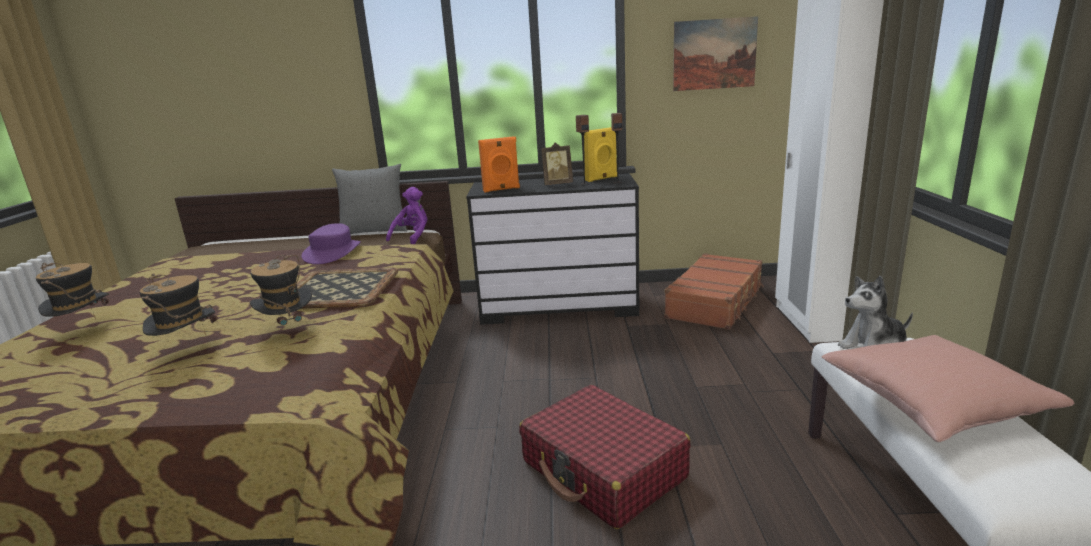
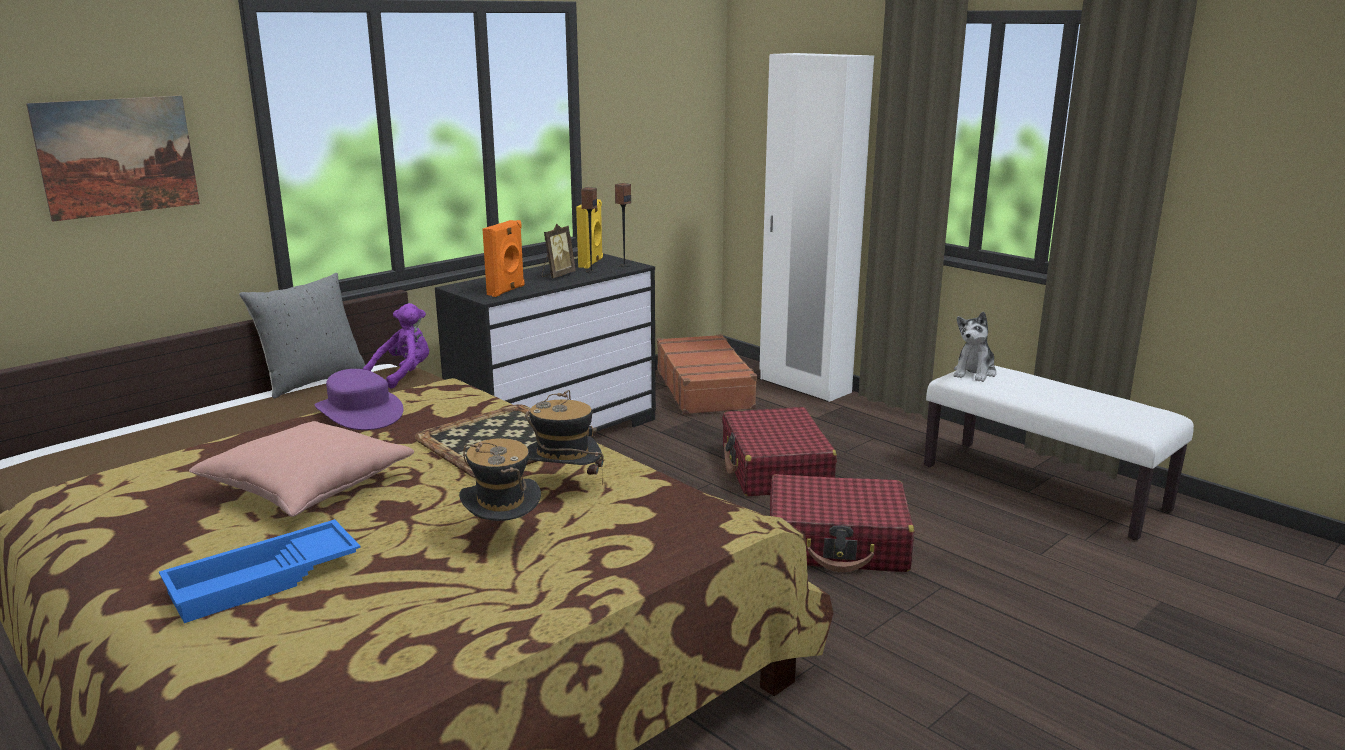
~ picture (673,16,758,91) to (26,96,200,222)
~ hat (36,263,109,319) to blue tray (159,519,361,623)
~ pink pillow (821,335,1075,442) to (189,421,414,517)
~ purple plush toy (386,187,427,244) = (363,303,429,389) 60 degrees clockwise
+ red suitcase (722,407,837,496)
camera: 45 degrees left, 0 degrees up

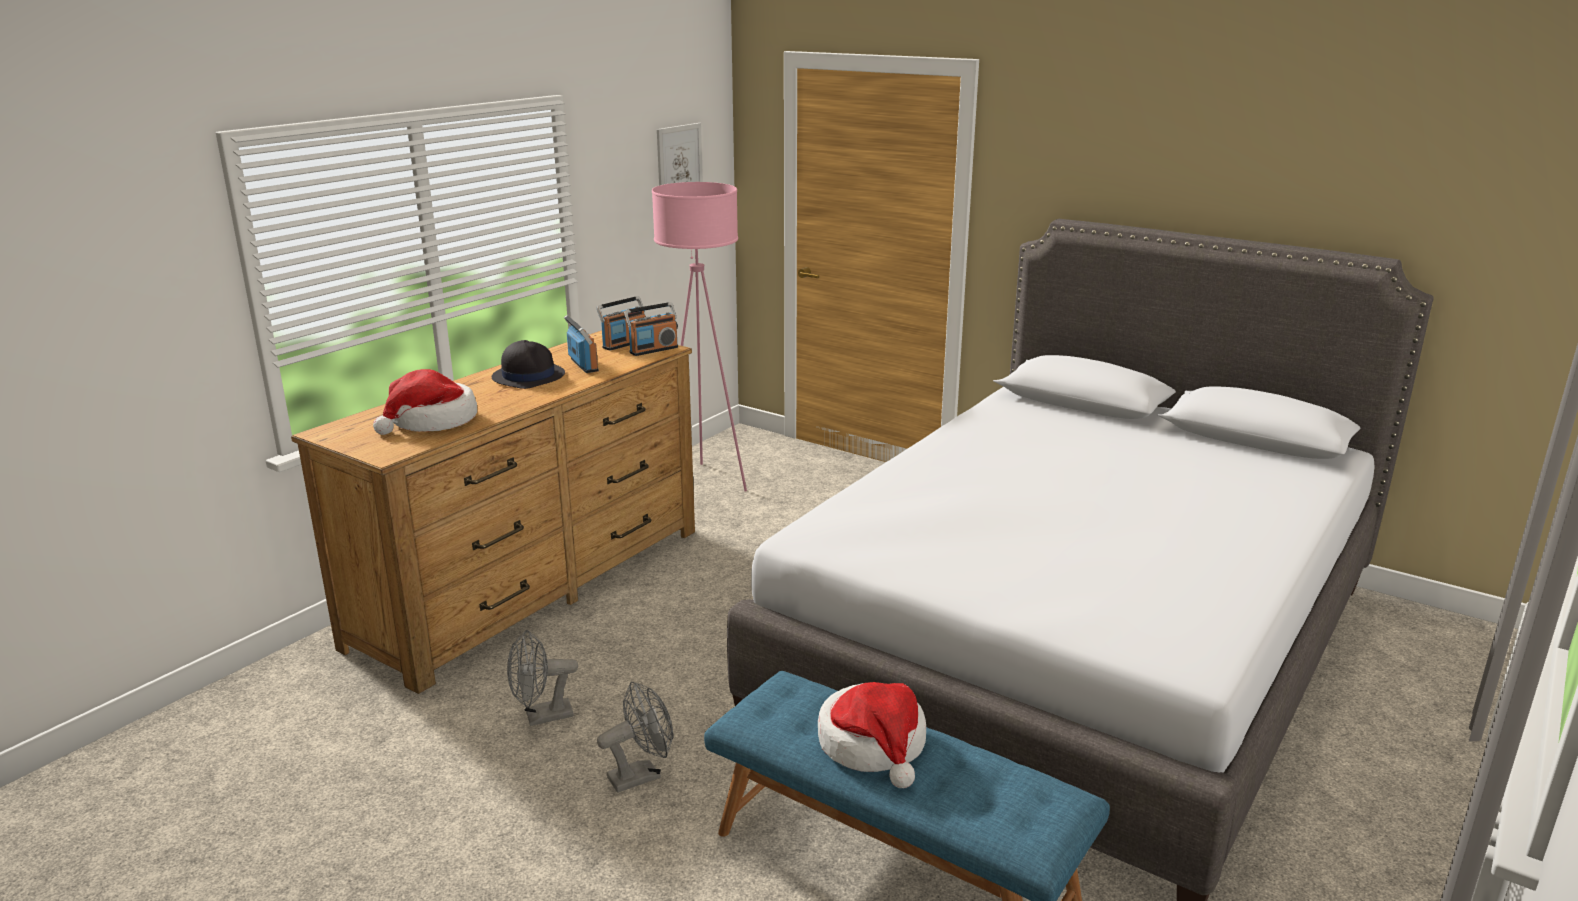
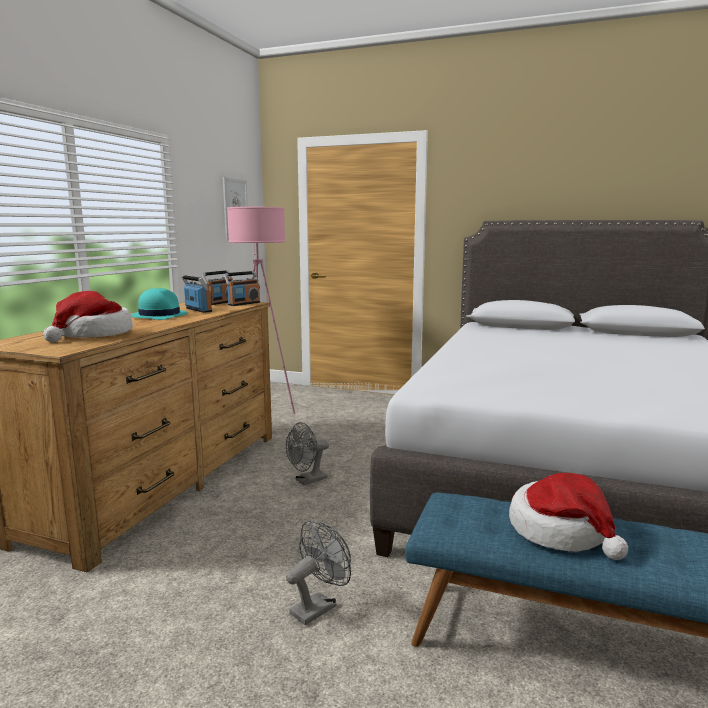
~ black hat (492,340,565,389) to turquoise hat (131,288,188,320)
~ grey fan (507,630,578,726) to (286,422,329,485)
camera: 15 degrees left, 10 degrees down

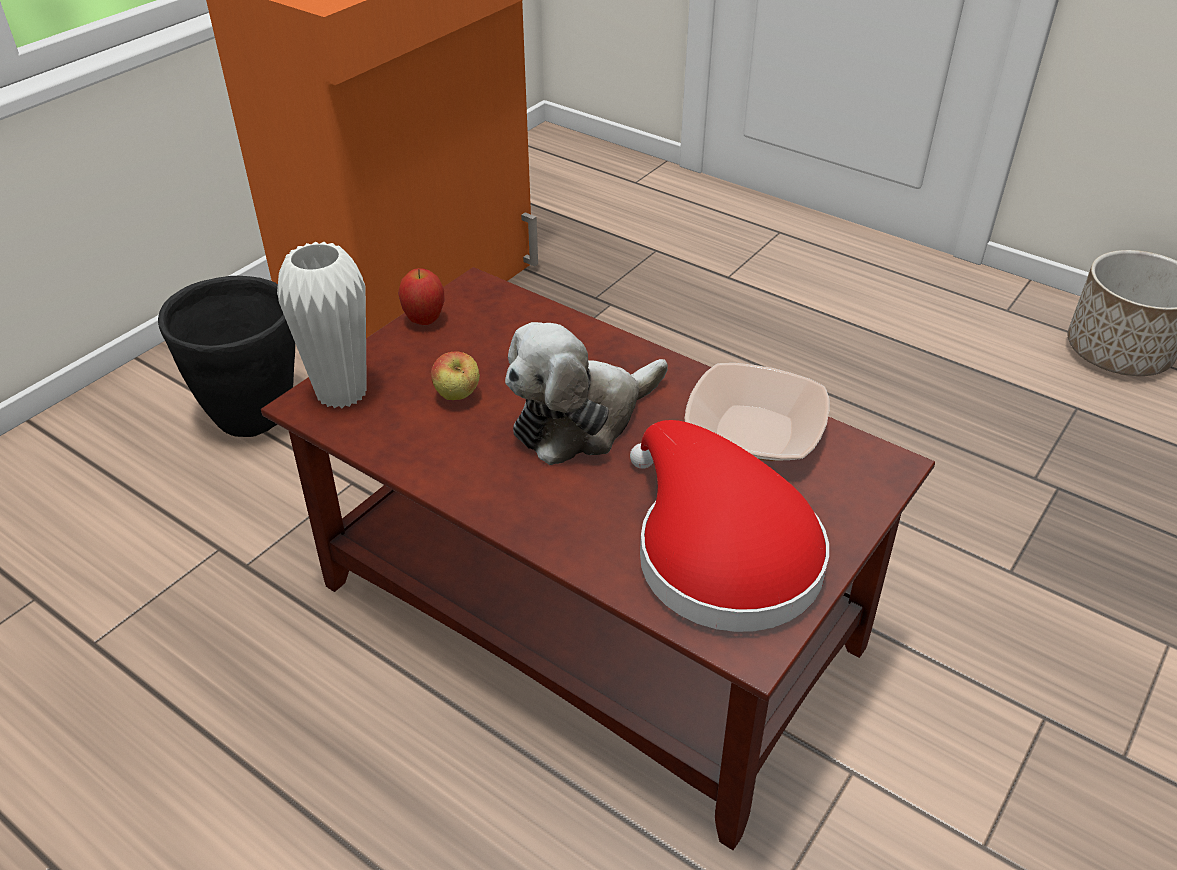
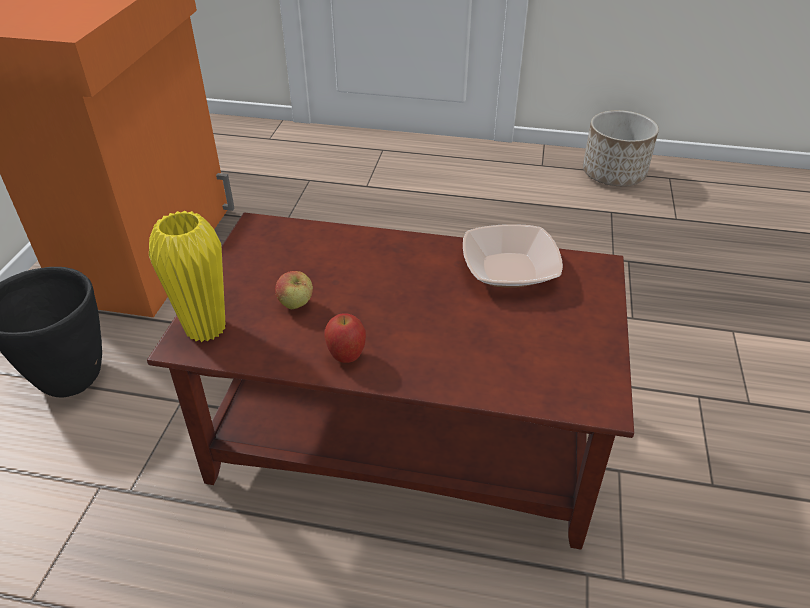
~ white vase (277,242,367,408) to yellow vase (149,211,226,342)
~ apple (398,268,445,325) to (324,313,366,363)
- plush toy (505,322,668,465)
- red hat (630,420,829,632)
camera: 25 degrees left, 0 degrees up

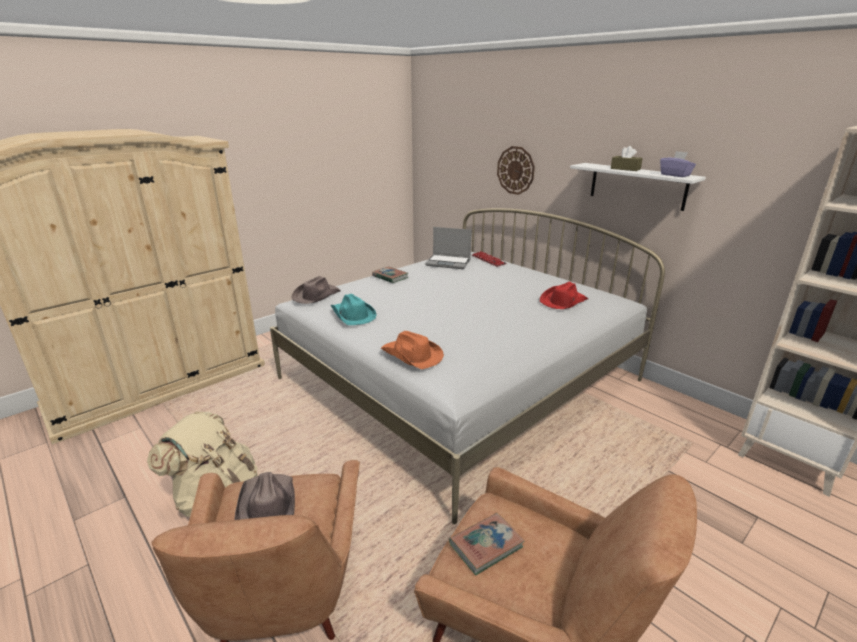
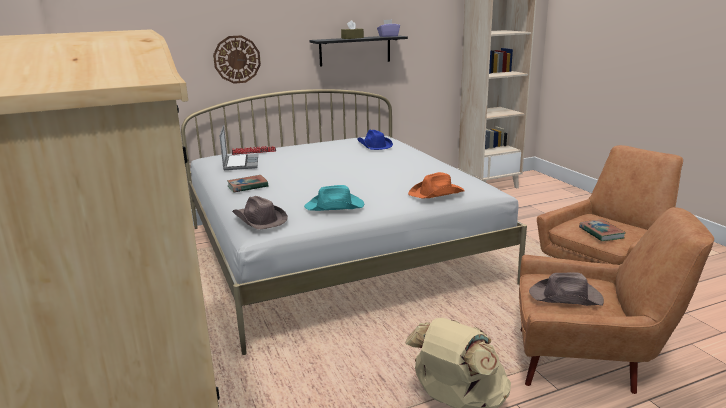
~ laptop (425,227,472,269) = (220,125,258,170) 45 degrees counterclockwise
~ white shelf (570,163,706,211) to black shelf (309,35,408,67)
~ red hat (540,282,588,309) to blue hat (357,130,393,150)
camera: 70 degrees left, 5 degrees down

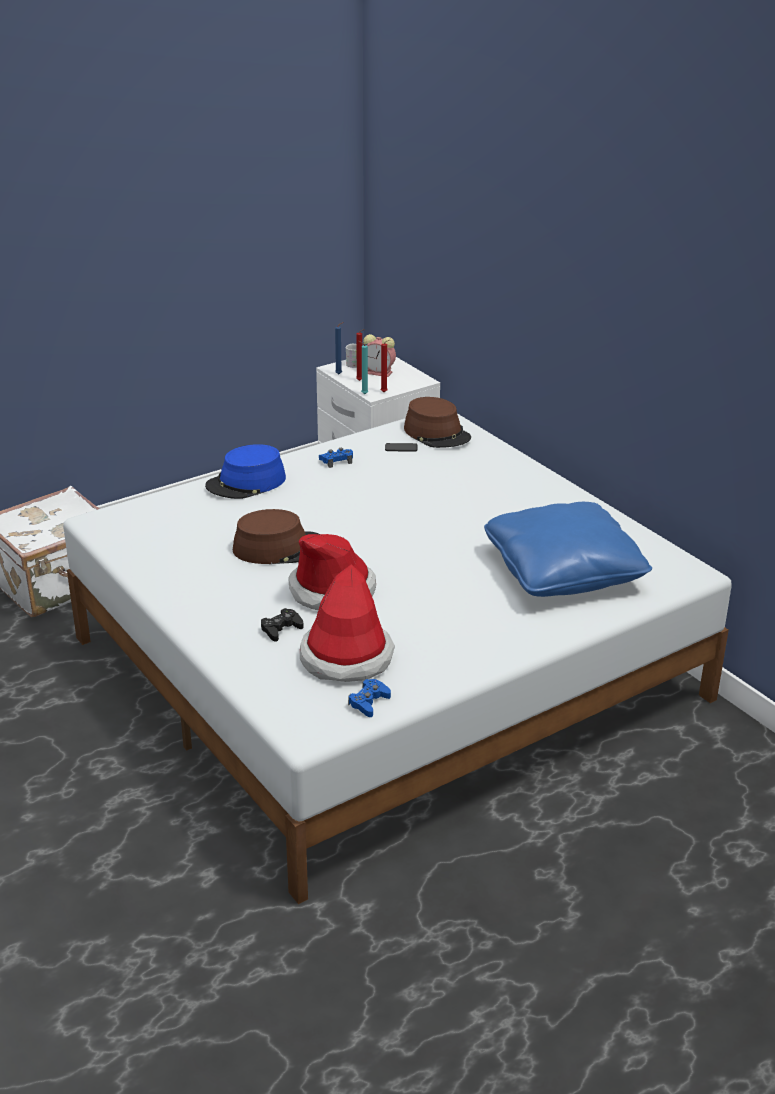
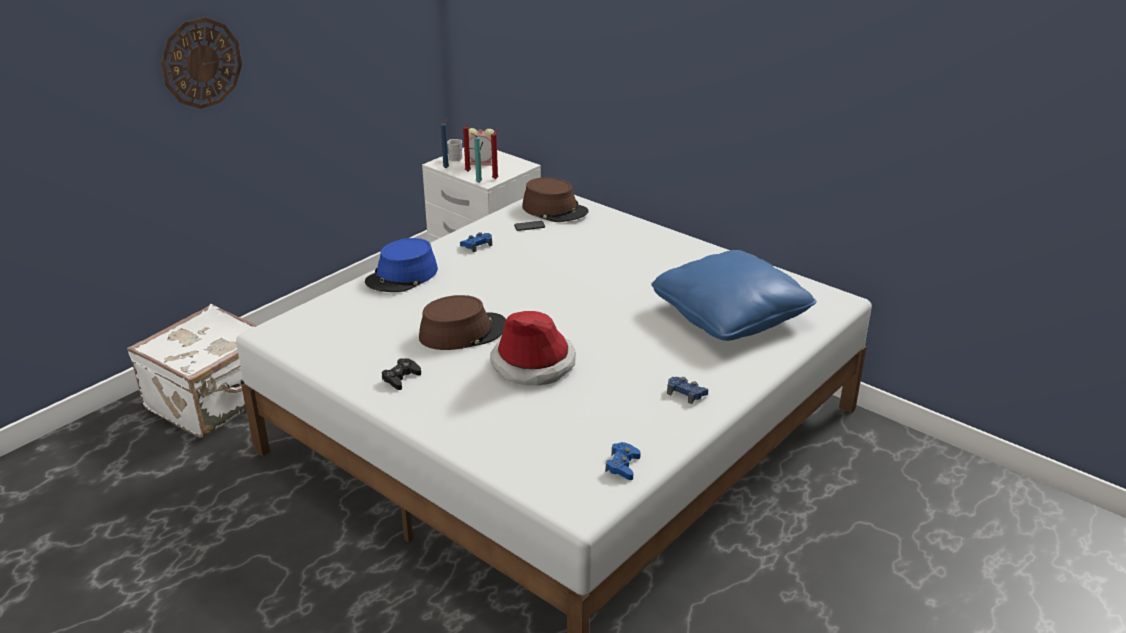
+ wall clock (161,17,242,109)
~ black game controller (261,608,303,642) to (382,358,421,390)
+ blue game controller (667,377,709,404)
- hat (300,564,395,682)
camera: 15 degrees left, 0 degrees up

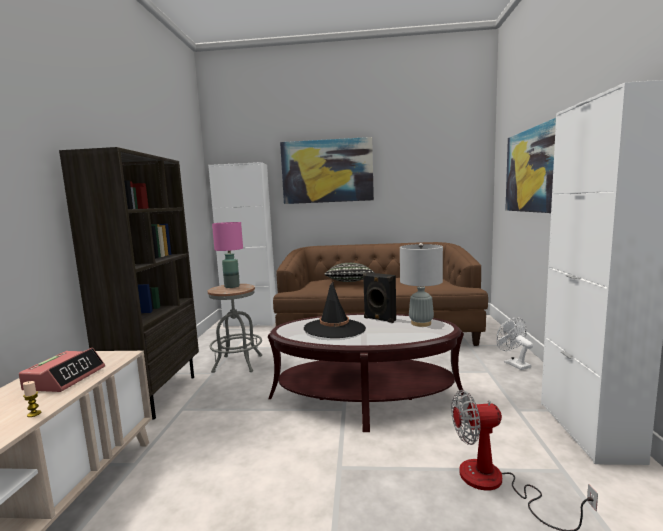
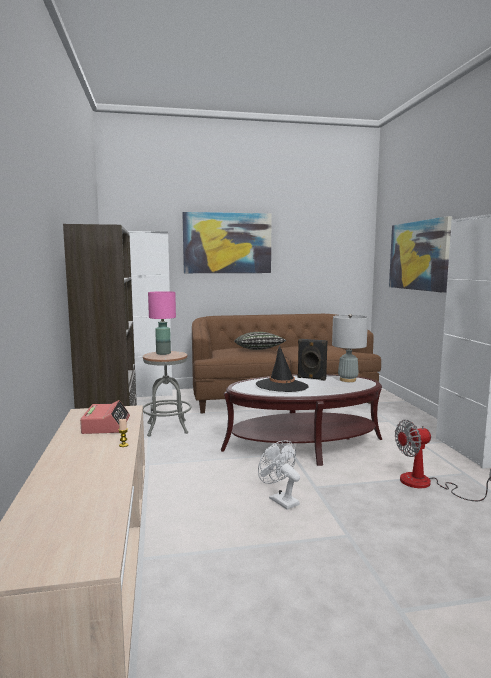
~ white fan (497,317,533,370) to (258,440,300,510)
camera: 15 degrees left, 0 degrees up

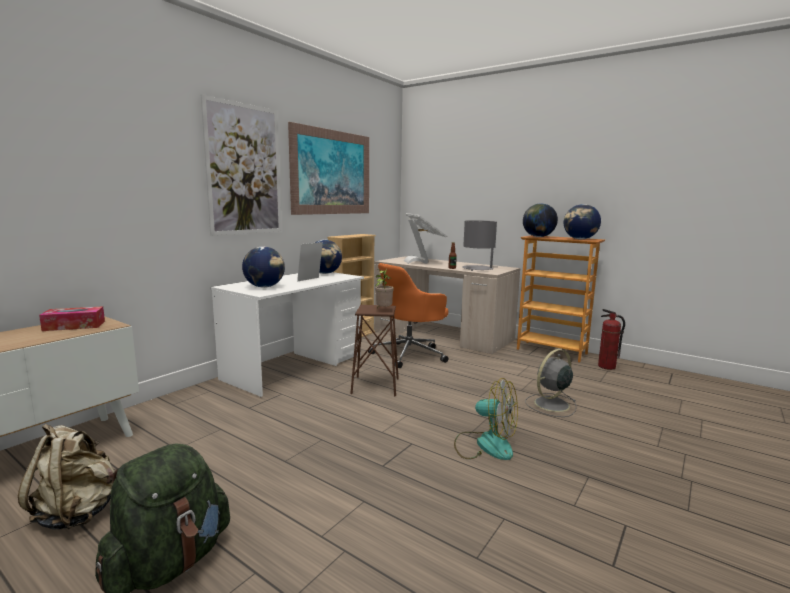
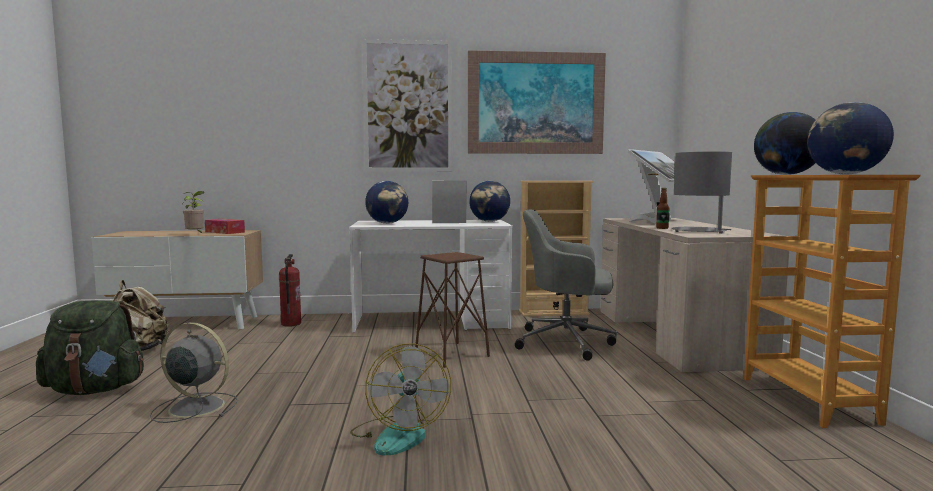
~ grey fan (525,349,576,417) to (150,322,238,423)
~ potted plant (375,269,394,308) to (182,191,204,234)
~ fire extinguisher (598,309,625,370) to (279,254,301,327)
~ orange office chair (368,263,448,368) to grey office chair (515,210,617,361)
camera: 50 degrees right, 5 degrees down

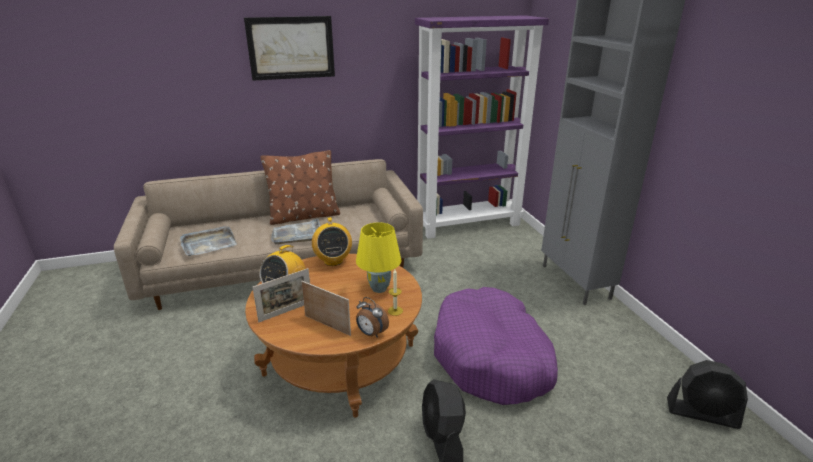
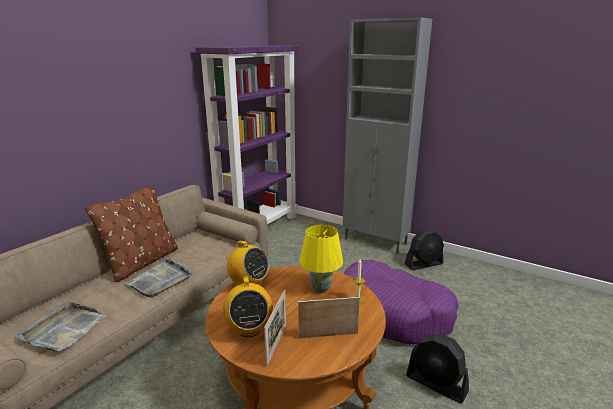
~ black fan (667,360,748,429) to (405,230,444,271)
- picture (244,16,335,81)
- alarm clock (356,297,389,338)
camera: 40 degrees left, 5 degrees down

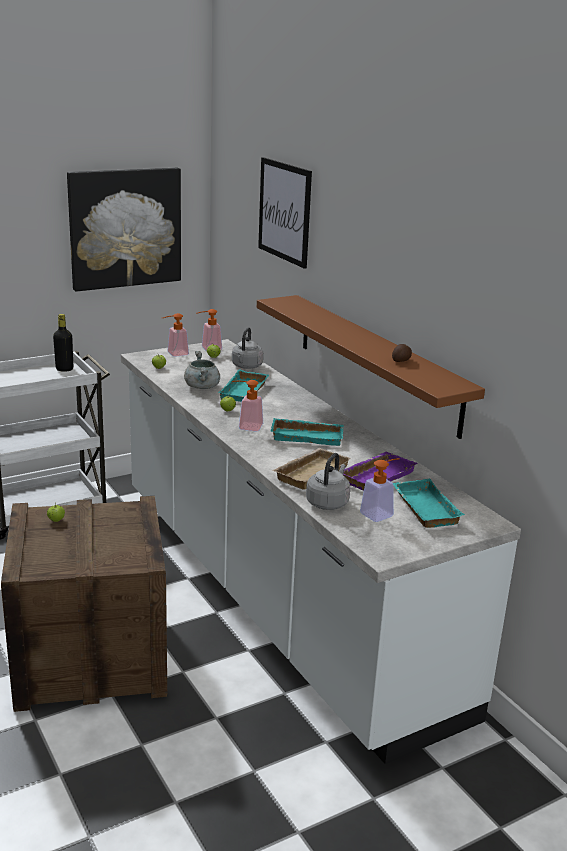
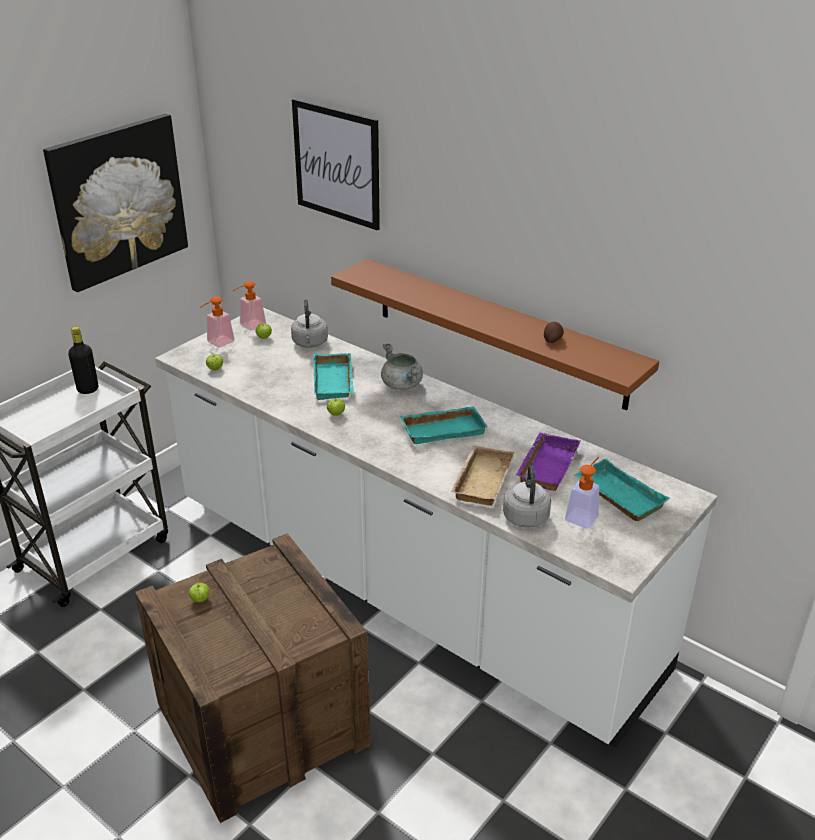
~ grey cooking pot (184,351,220,389) to (381,343,423,390)
- soap dispenser (232,380,263,432)
camera: 20 degrees left, 10 degrees up

